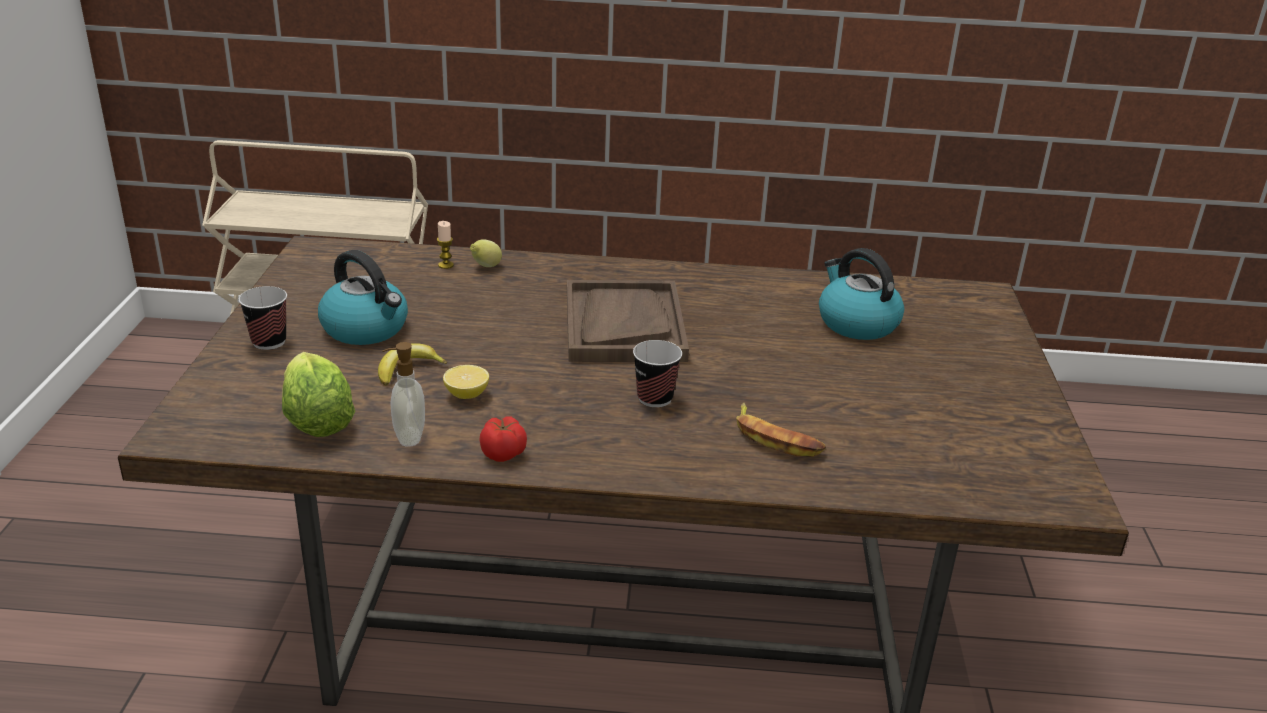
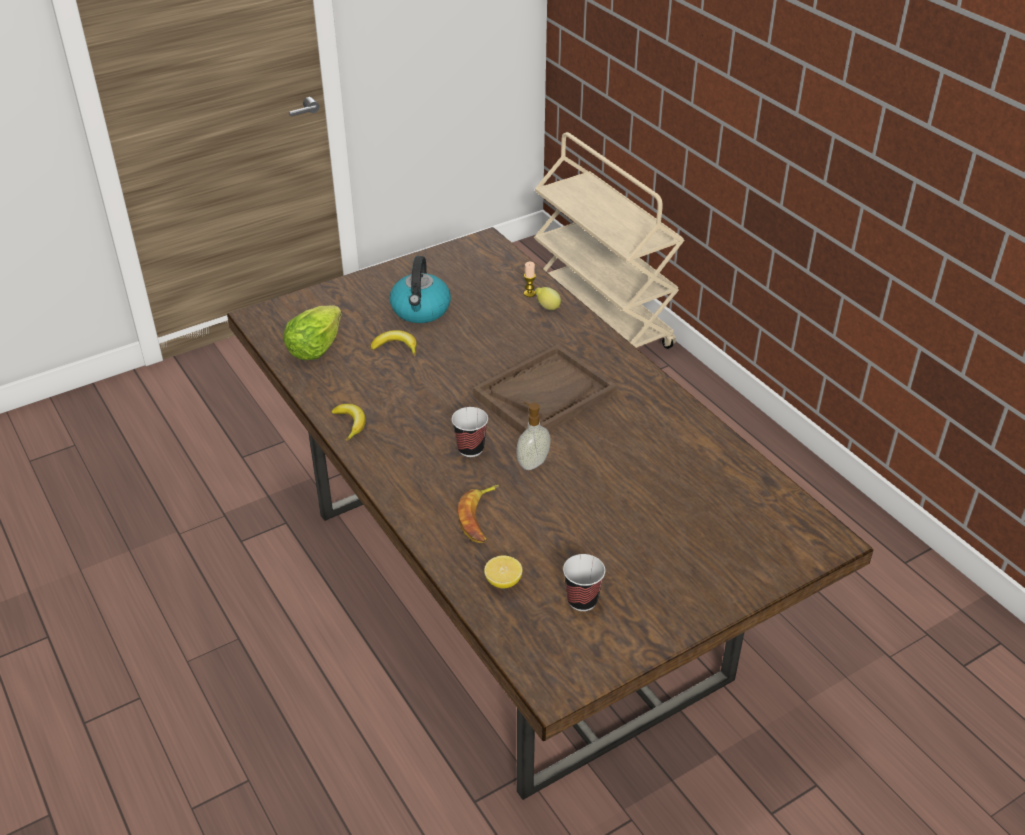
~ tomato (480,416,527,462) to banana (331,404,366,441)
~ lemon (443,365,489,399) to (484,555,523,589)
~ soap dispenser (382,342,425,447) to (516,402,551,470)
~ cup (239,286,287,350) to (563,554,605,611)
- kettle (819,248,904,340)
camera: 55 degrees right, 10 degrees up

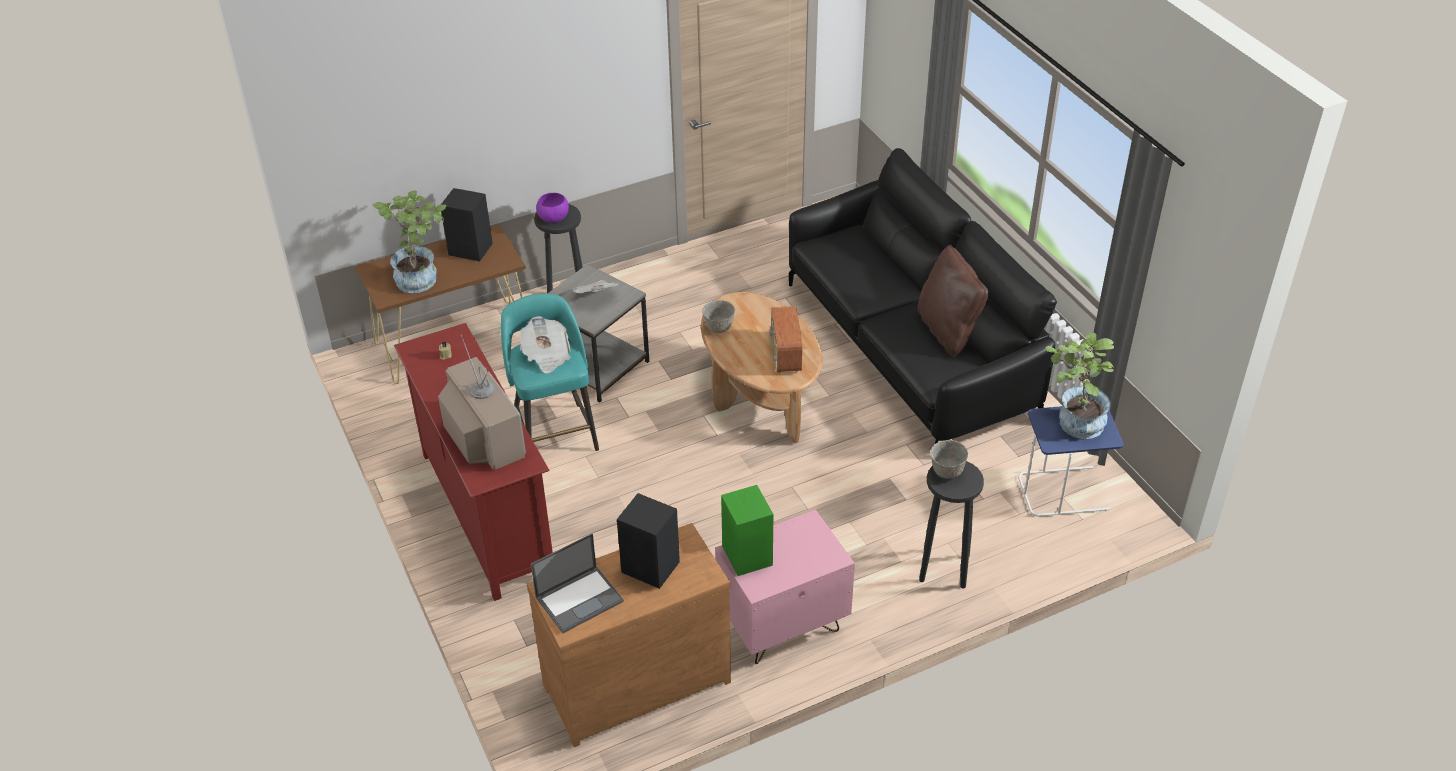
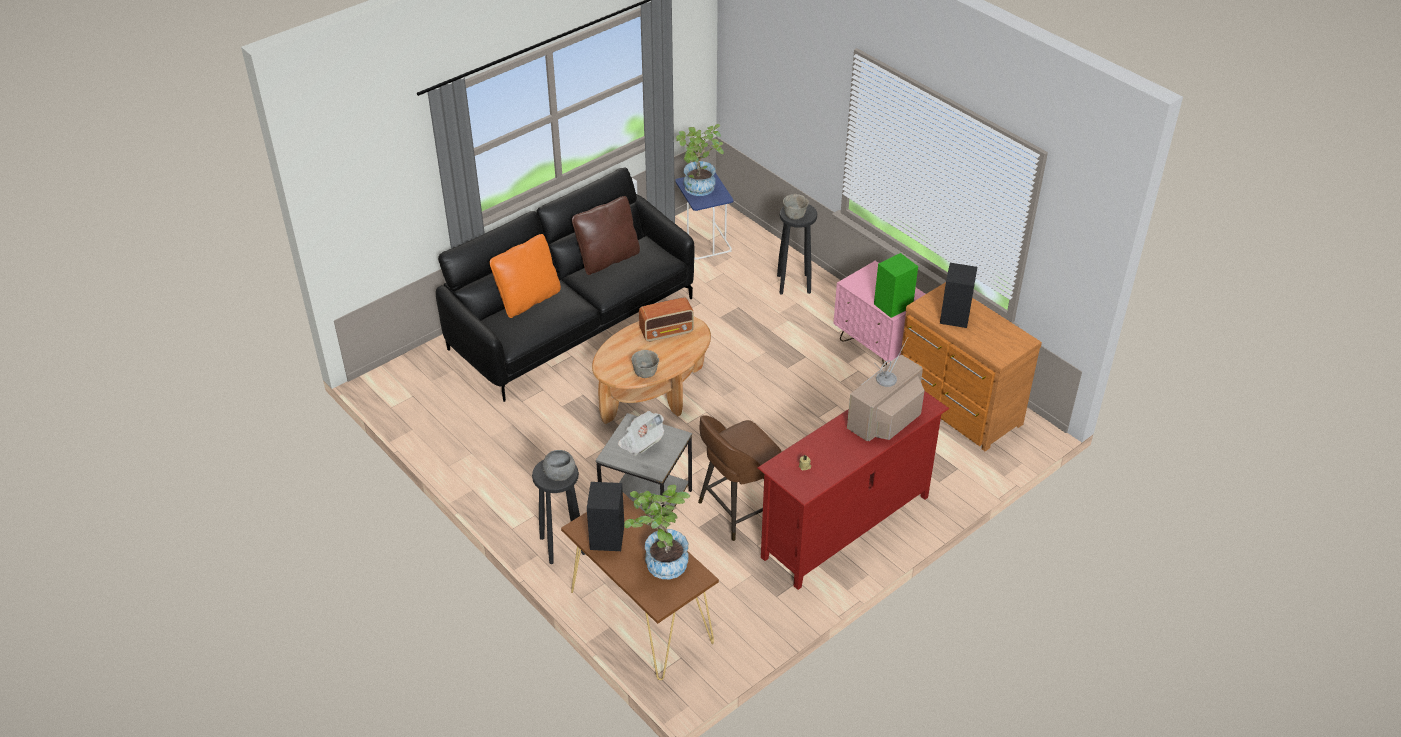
+ orange pillow (489,234,561,318)
~ purple bowl (536,193,569,223) to grey bowl (543,450,575,481)
~ turquoise stool (501,294,599,451) to brown stool (698,415,782,541)
- newspaper (520,316,571,374)
- laptop (531,534,624,633)
camera: 105 degrees left, 0 degrees up

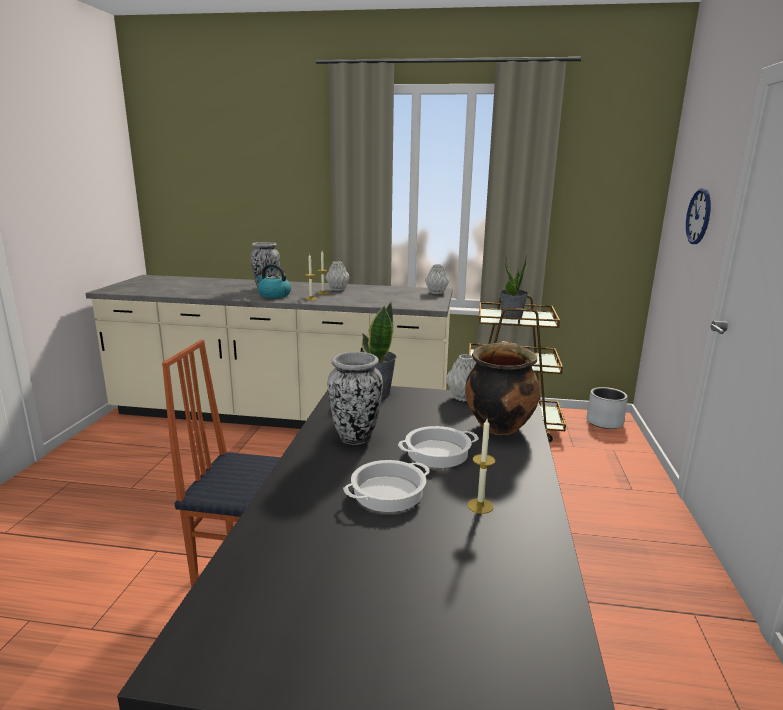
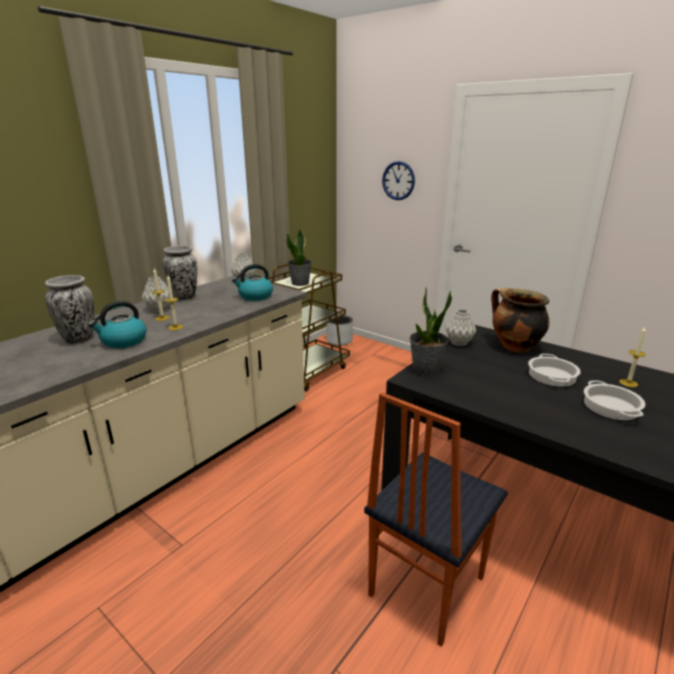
~ vase (328,352,383,445) to (163,246,197,300)
+ kettle (232,264,273,301)
camera: 60 degrees left, 5 degrees up

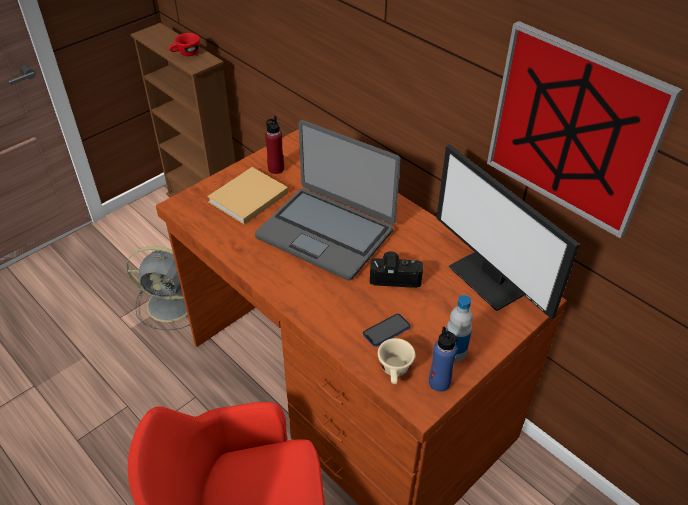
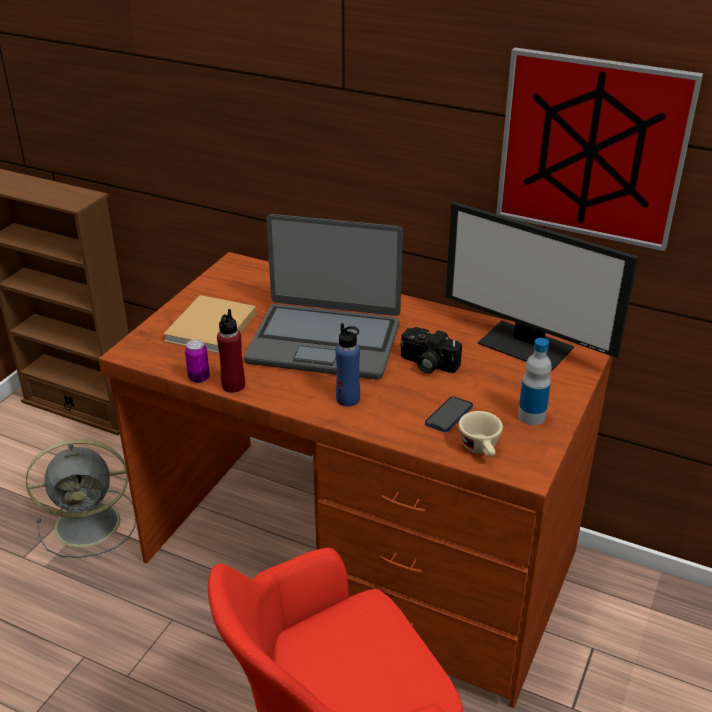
+ can (185,339,210,383)
~ red bottle (265,116,284,174) to (217,309,245,393)
~ blue bottle (429,326,458,392) to (335,323,360,407)
~ photo camera (370,251,423,288) = (400,327,462,373) 135 degrees counterclockwise
- red cup (169,33,200,56)
camera: 20 degrees left, 10 degrees down

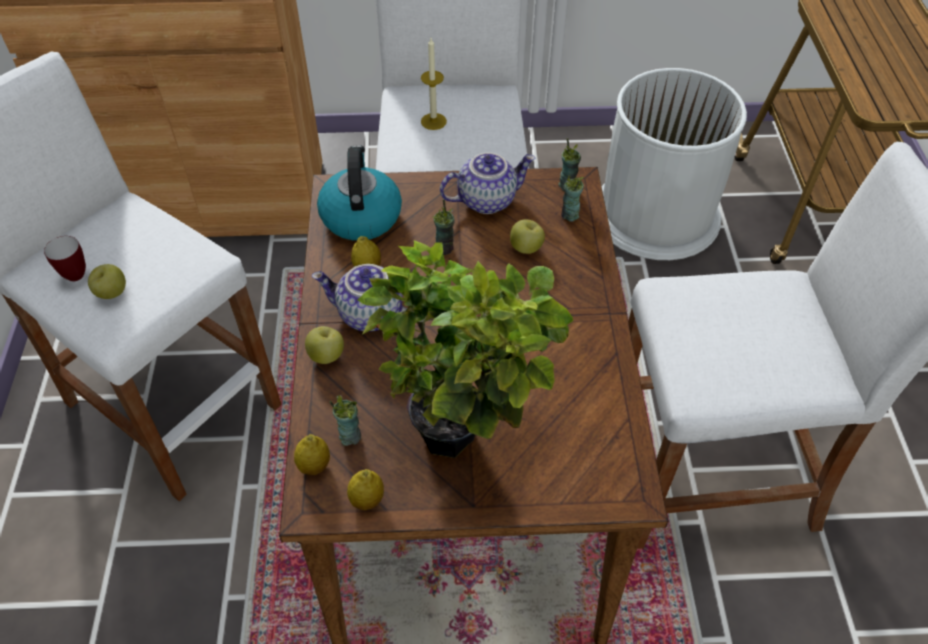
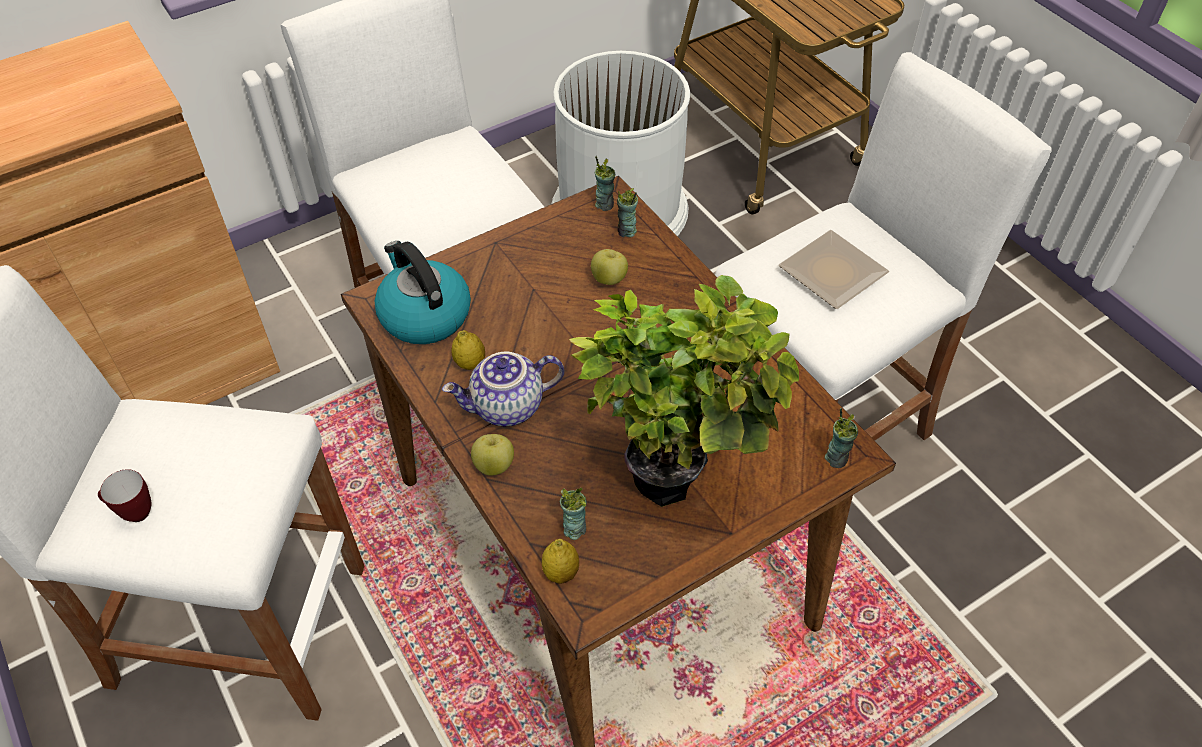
+ plate (779,230,889,309)
~ cup (432,199,455,255) to (824,408,858,468)
- apple (88,264,126,299)
- lemon (347,469,384,511)
- candle (421,38,447,130)
- teapot (440,152,535,214)
camera: 30 degrees left, 0 degrees up

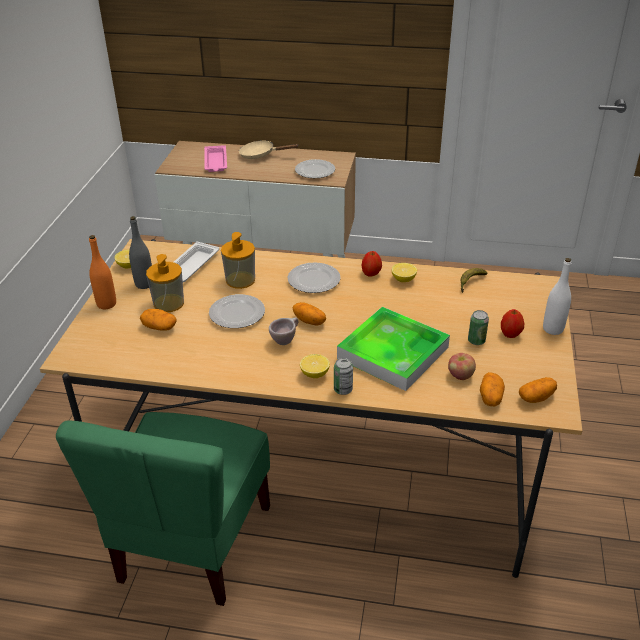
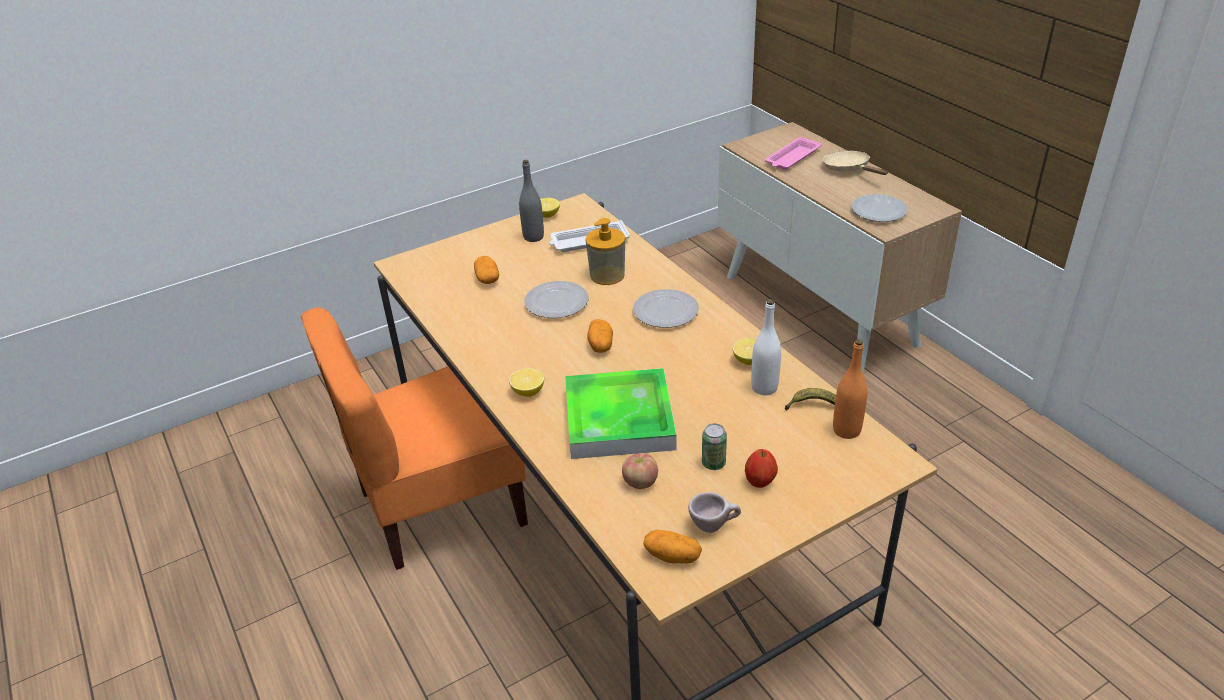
~ green chair (56,412,270,606) to orange chair (301,307,528,570)
~ beige cup (269,317,298,345) to (688,492,741,533)
~ white bottle (543,258,571,335) to (751,299,781,395)
~ orange bottle (89,235,116,309) to (833,339,867,439)
- soap dispenser (146,254,184,312)
- can (334,358,353,395)
- apple (362,251,382,277)
- potato (480,372,505,406)
camera: 50 degrees right, 0 degrees up

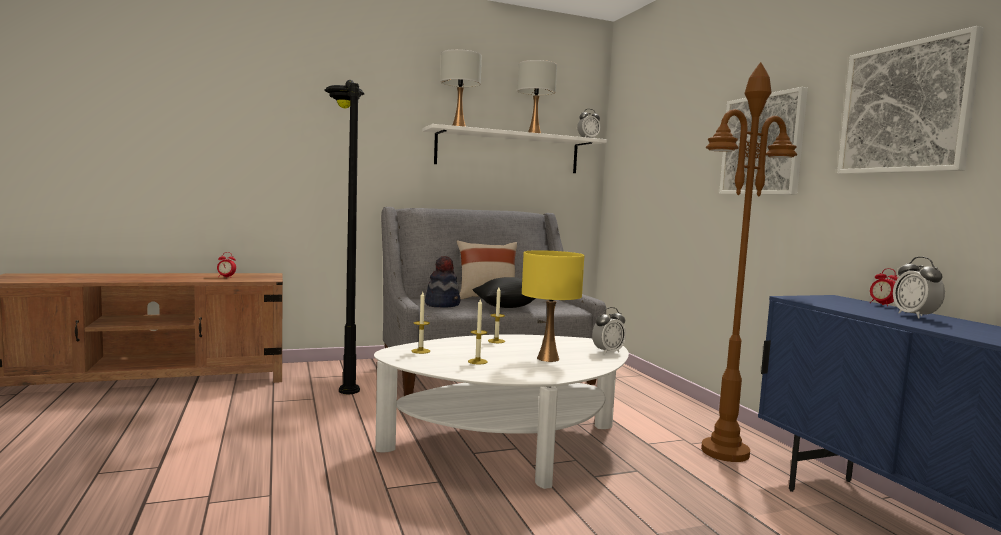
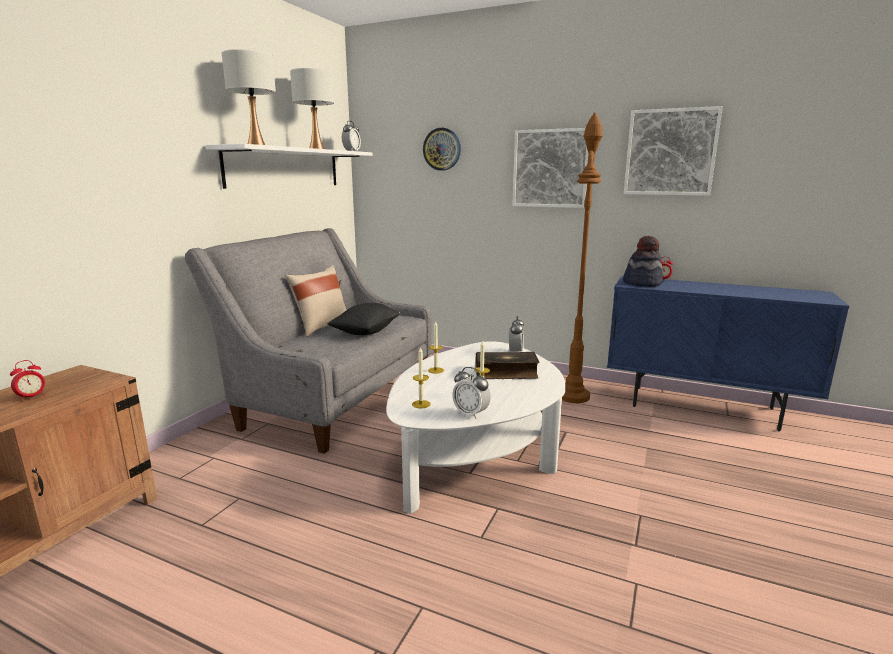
+ wall clock (423,128,461,171)
~ alarm clock (893,257,945,318) to (452,367,491,419)
~ yellow table lamp (522,250,584,362) to book (475,352,539,379)
~ hat (425,256,460,307) to (623,236,663,287)
- black floor lamp (324,80,364,394)
camera: 45 degrees left, 10 degrees up

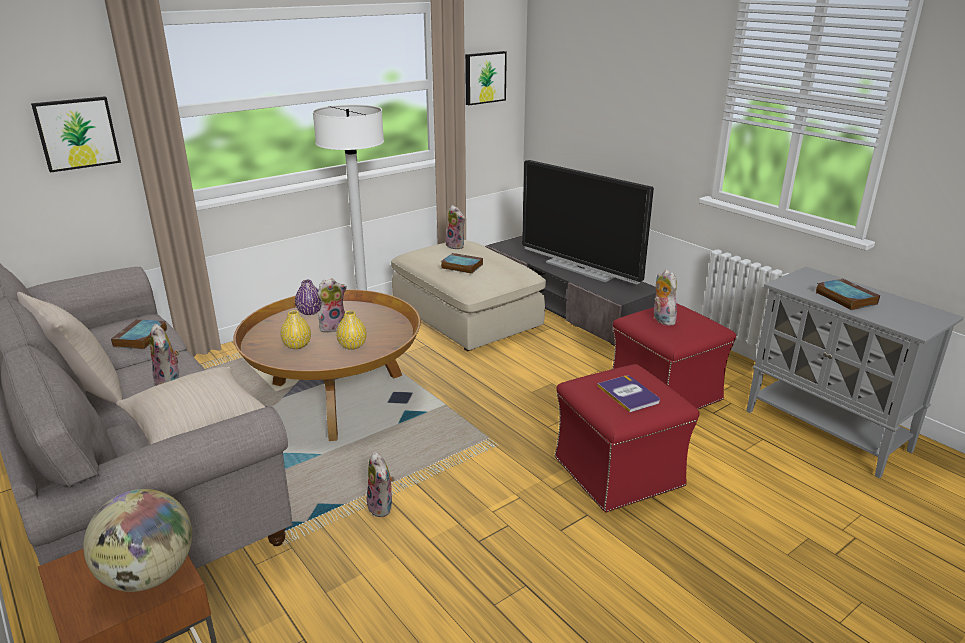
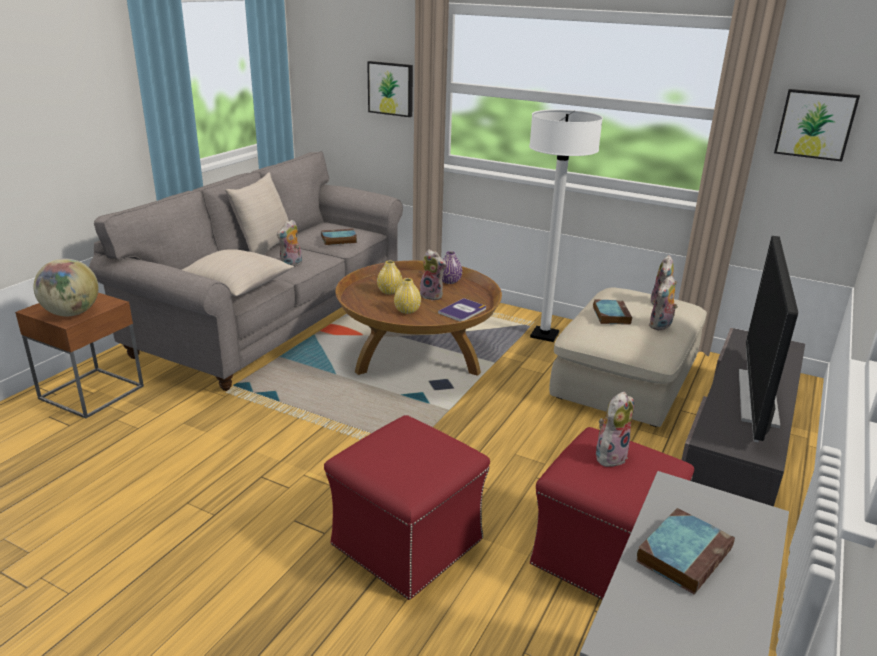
~ book (597,375,660,412) to (438,298,486,321)
~ plush toy (367,452,395,517) to (648,276,678,331)
camera: 65 degrees right, 0 degrees up

